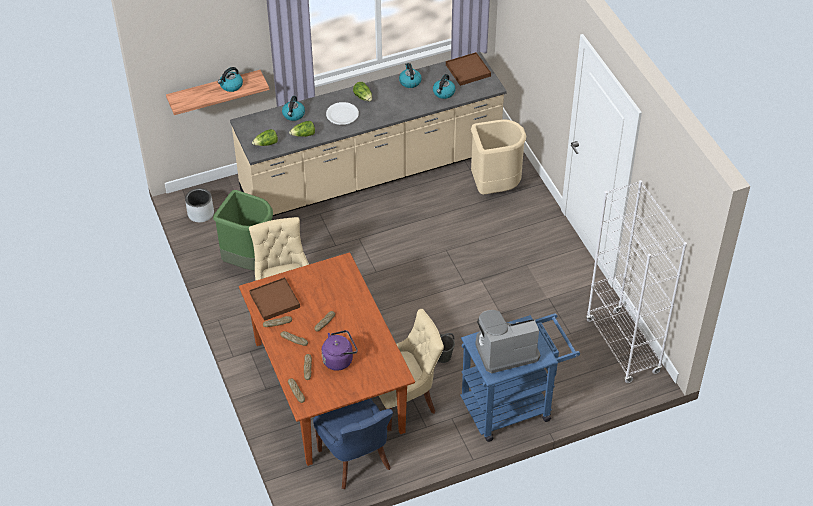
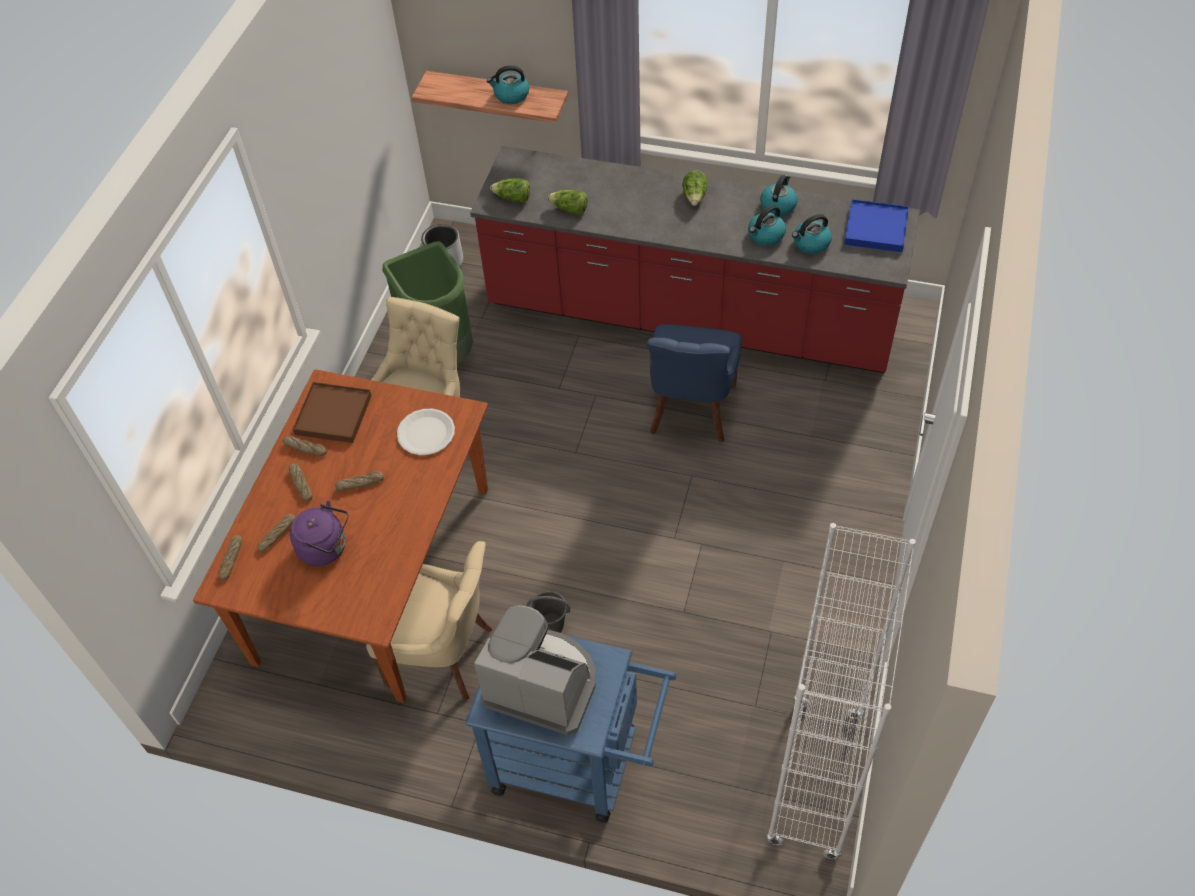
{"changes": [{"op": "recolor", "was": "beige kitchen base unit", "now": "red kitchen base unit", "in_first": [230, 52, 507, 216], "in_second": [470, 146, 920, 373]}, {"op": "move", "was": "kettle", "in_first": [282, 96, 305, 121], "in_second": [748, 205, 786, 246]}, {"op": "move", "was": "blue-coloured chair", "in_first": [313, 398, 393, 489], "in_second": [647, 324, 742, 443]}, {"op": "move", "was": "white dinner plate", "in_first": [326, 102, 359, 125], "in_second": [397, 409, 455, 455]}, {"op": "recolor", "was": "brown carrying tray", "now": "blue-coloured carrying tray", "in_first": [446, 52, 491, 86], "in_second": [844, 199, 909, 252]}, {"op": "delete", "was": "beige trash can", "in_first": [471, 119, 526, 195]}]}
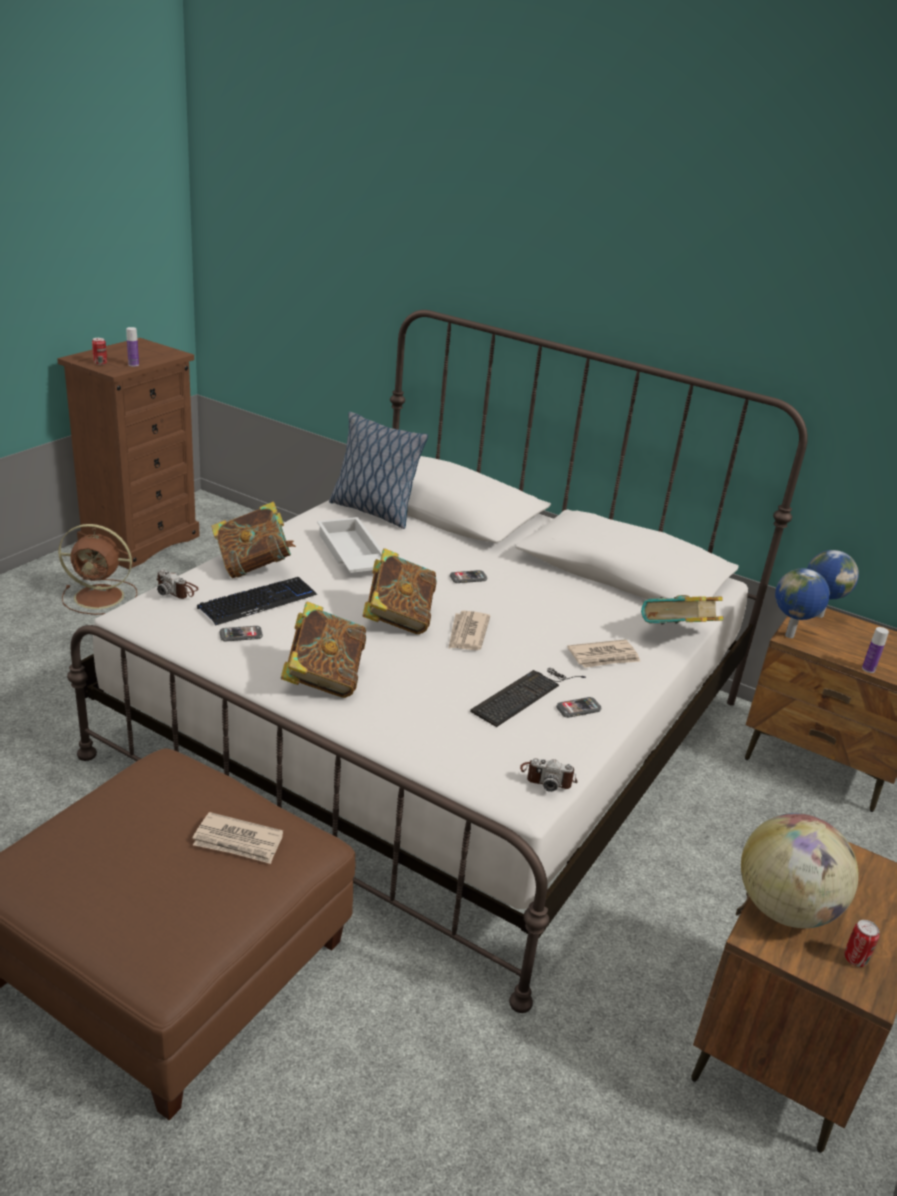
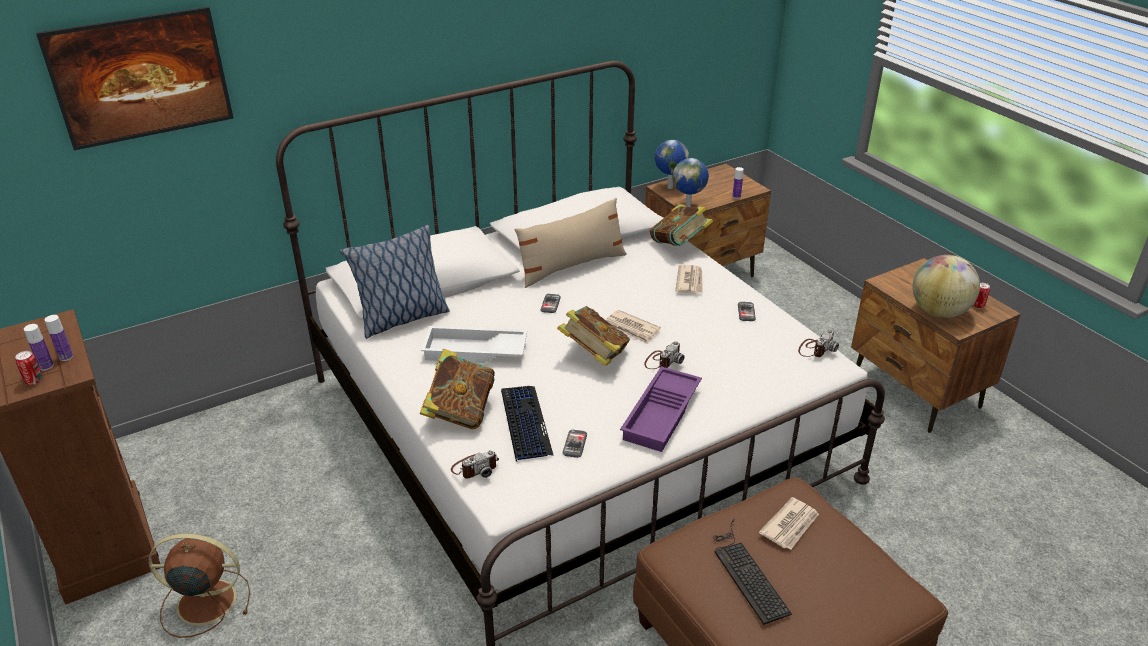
{"changes": [{"op": "rotate", "was": "brown cooling fan", "in_first": [58, 524, 137, 615], "in_second": [149, 534, 250, 638], "clockwise": -120}, {"op": "replace", "was": "volume", "now": "purple-coloured carrying tray", "in_first": [280, 601, 366, 698], "in_second": [620, 366, 702, 452]}, {"op": "move", "was": "keyboard", "in_first": [470, 668, 586, 727], "in_second": [713, 519, 792, 625]}, {"op": "insert", "now": "beverage bottle", "in_second": [24, 324, 54, 371]}, {"op": "insert", "now": "wall picture", "in_second": [36, 7, 234, 150]}, {"op": "insert", "now": "beige pillow", "in_second": [515, 198, 627, 288]}, {"op": "insert", "now": "photo camera", "in_second": [644, 341, 684, 369]}]}
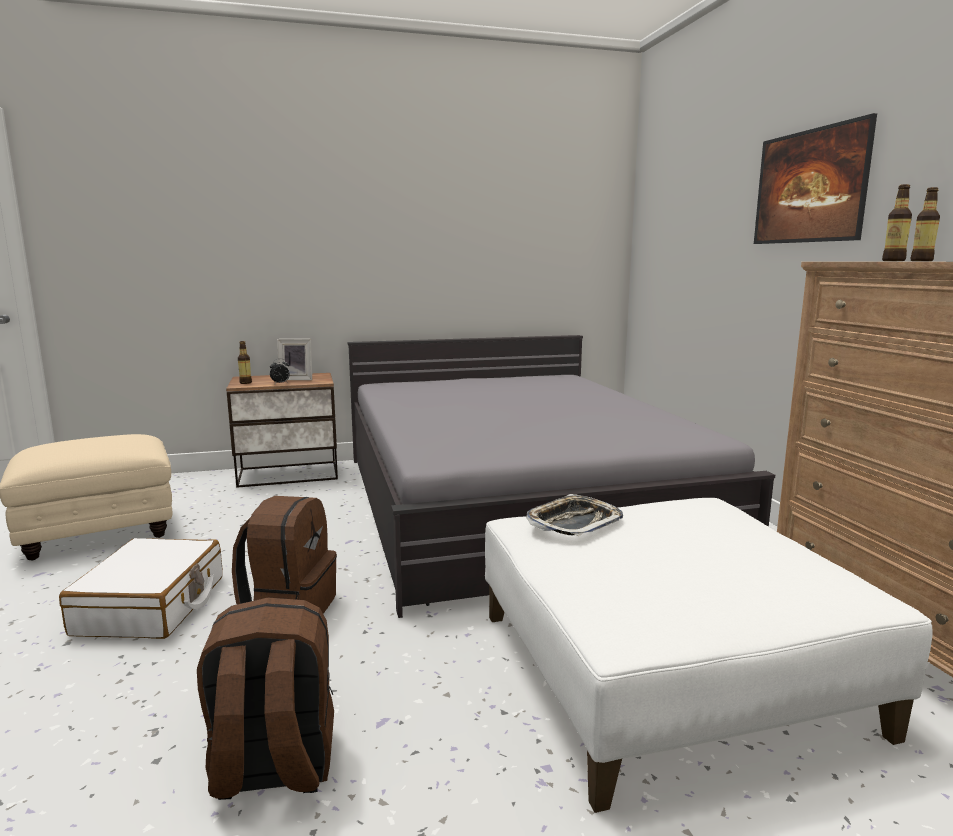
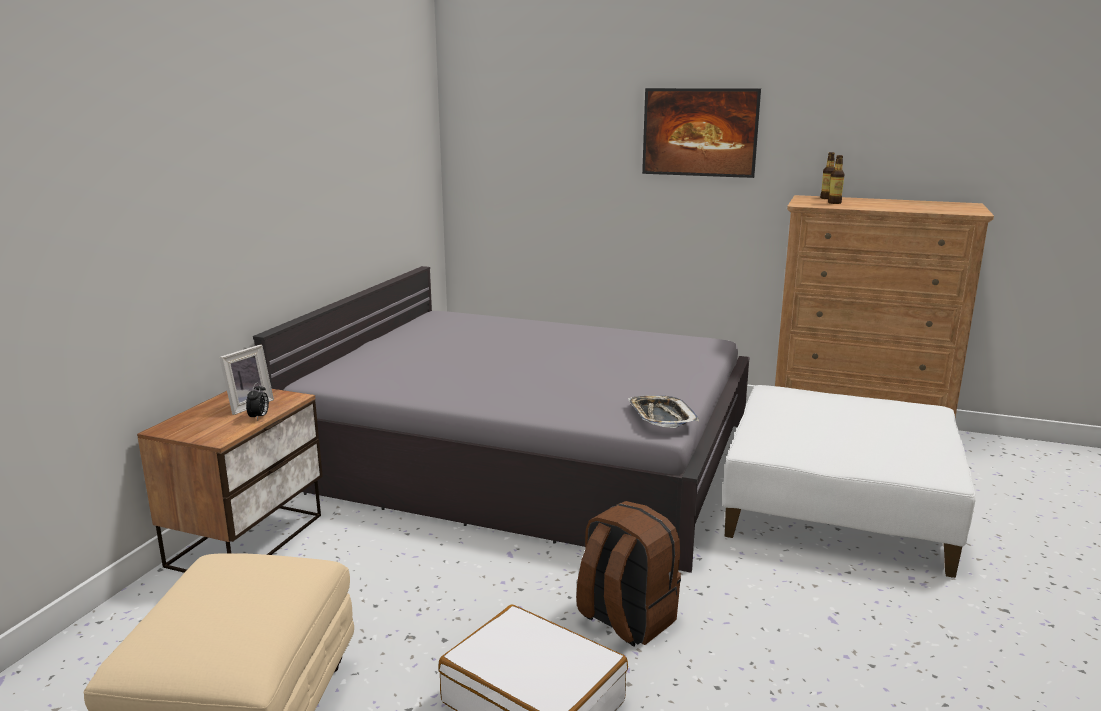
{"changes": [{"op": "delete", "was": "brown rucksack", "in_first": [197, 598, 334, 800]}, {"op": "delete", "was": "beverage bottle", "in_first": [238, 341, 252, 384]}, {"op": "move", "was": "carrying tray", "in_first": [526, 494, 623, 536], "in_second": [628, 395, 699, 428]}]}
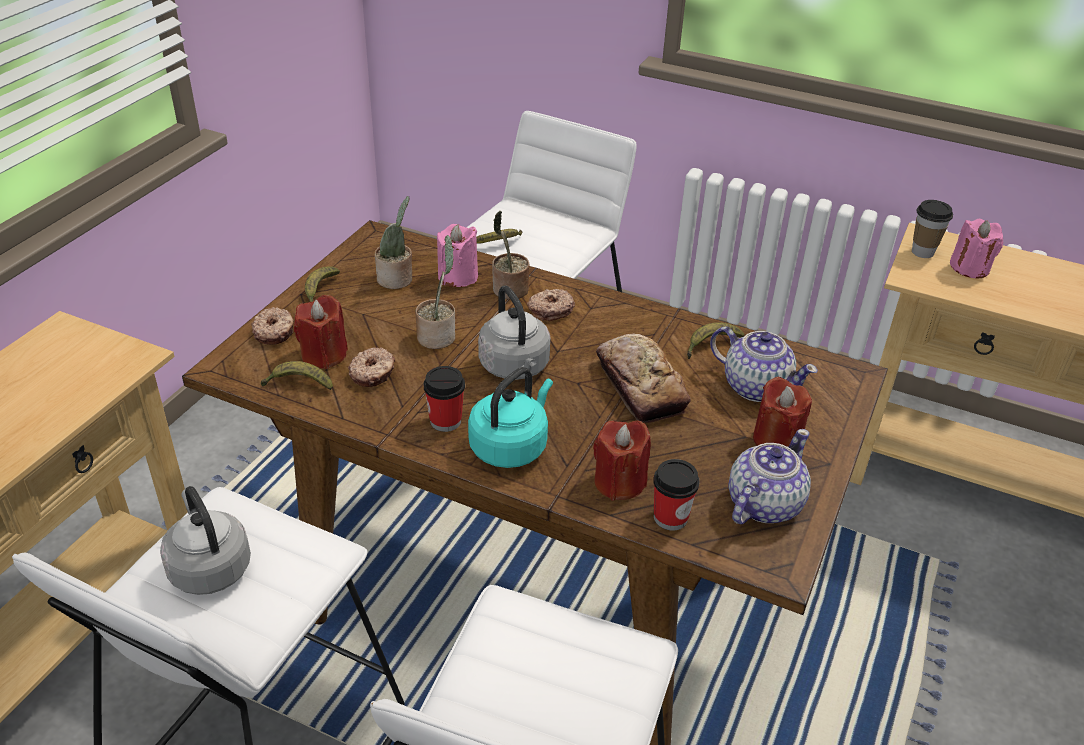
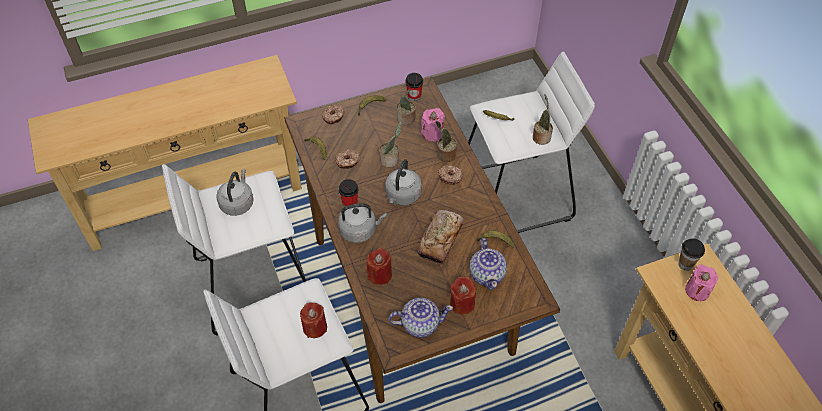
{"changes": [{"op": "move", "was": "red wax light", "in_first": [294, 295, 348, 369], "in_second": [300, 302, 327, 338]}, {"op": "recolor", "was": "turquoise kettle", "now": "greyish kettle", "in_first": [468, 367, 553, 468], "in_second": [338, 203, 387, 243]}, {"op": "move", "was": "small cup", "in_first": [653, 459, 700, 531], "in_second": [405, 73, 423, 101]}, {"op": "insert", "now": "potted plant", "in_second": [533, 94, 553, 145]}]}
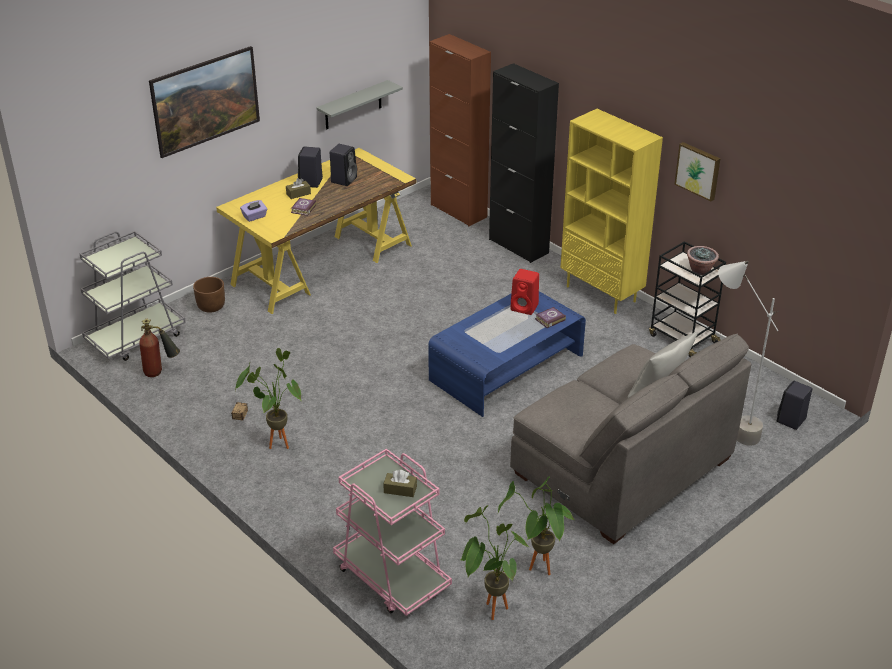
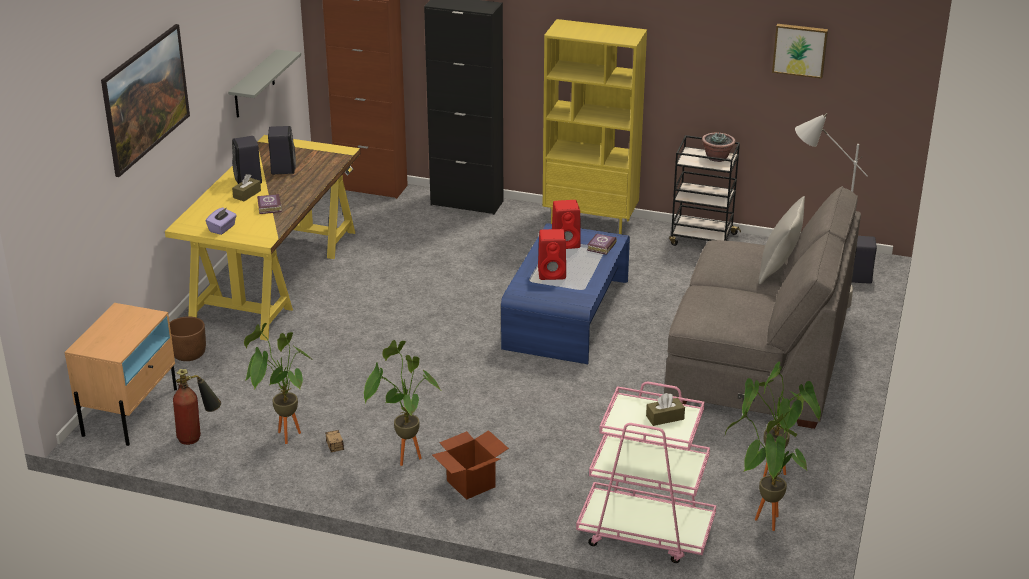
{"changes": [{"op": "replace", "was": "greyish wheeled cart", "now": "beige night table", "in_first": [80, 231, 186, 361], "in_second": [65, 303, 177, 446]}, {"op": "move", "was": "wall picture", "in_first": [674, 142, 721, 201], "in_second": [772, 24, 828, 79]}, {"op": "insert", "now": "potted plant", "in_second": [244, 323, 314, 444]}, {"op": "insert", "now": "carton", "in_second": [432, 430, 509, 500]}, {"op": "insert", "now": "red loudspeaker", "in_second": [538, 229, 566, 280]}]}
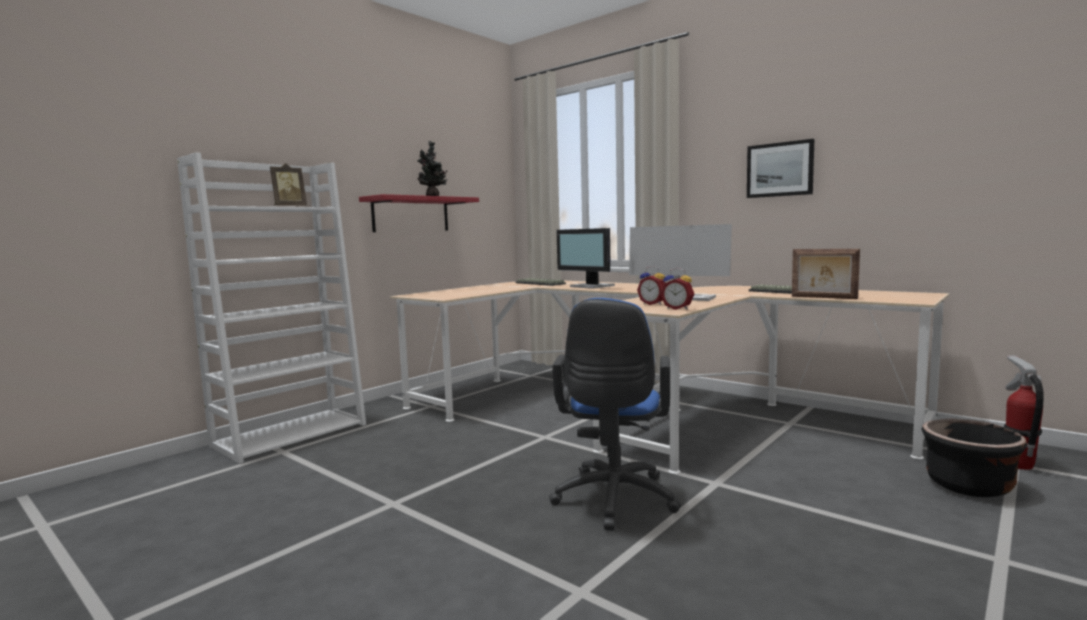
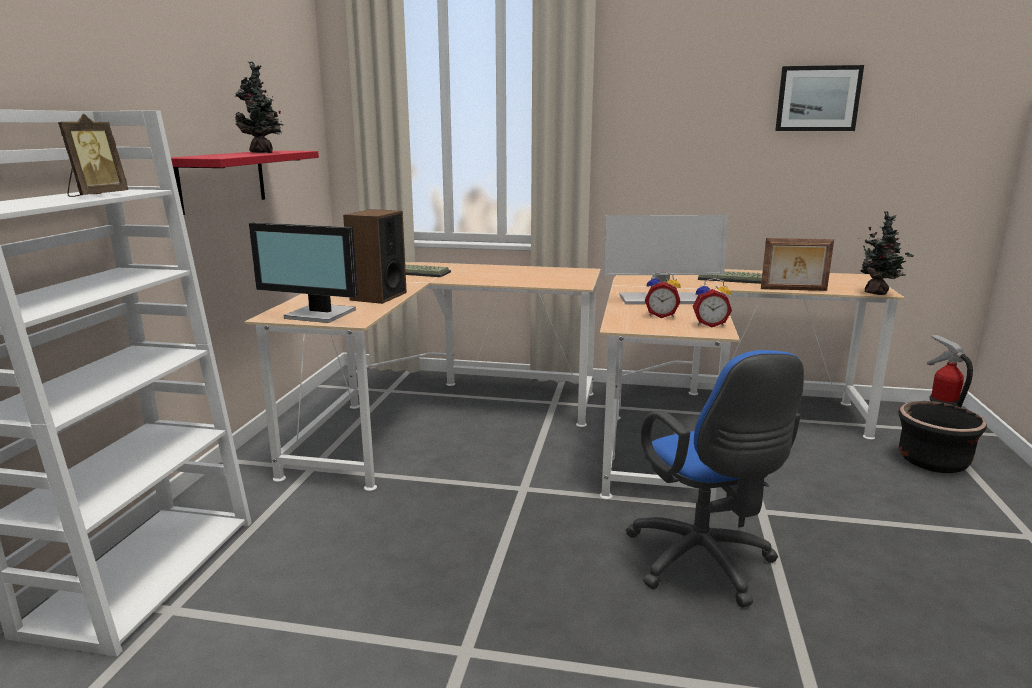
{"changes": [{"op": "move", "was": "computer screen", "in_first": [556, 228, 615, 289], "in_second": [249, 222, 357, 323]}, {"op": "move", "was": "wall picture", "in_first": [747, 139, 814, 198], "in_second": [775, 65, 864, 131]}, {"op": "insert", "now": "loudspeaker", "in_second": [343, 209, 407, 304]}, {"op": "insert", "now": "potted plant", "in_second": [858, 211, 914, 295]}]}
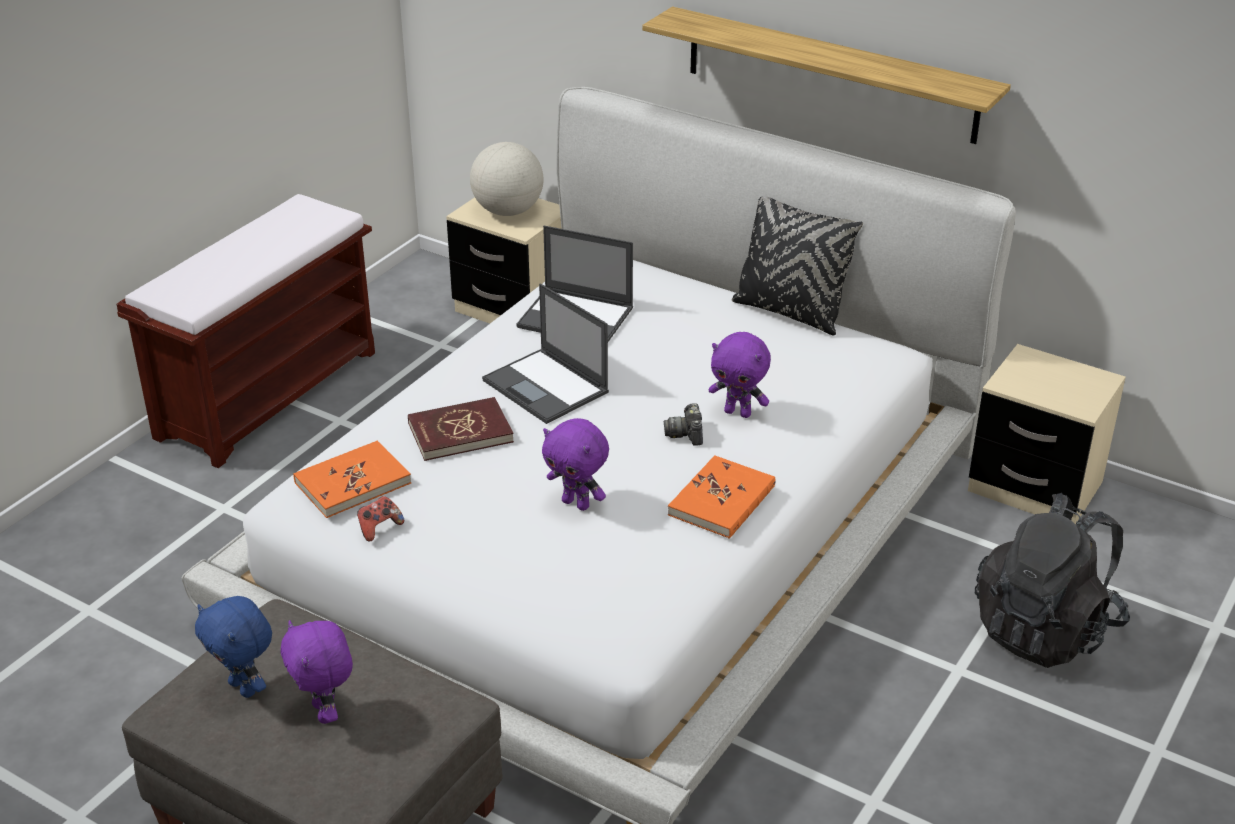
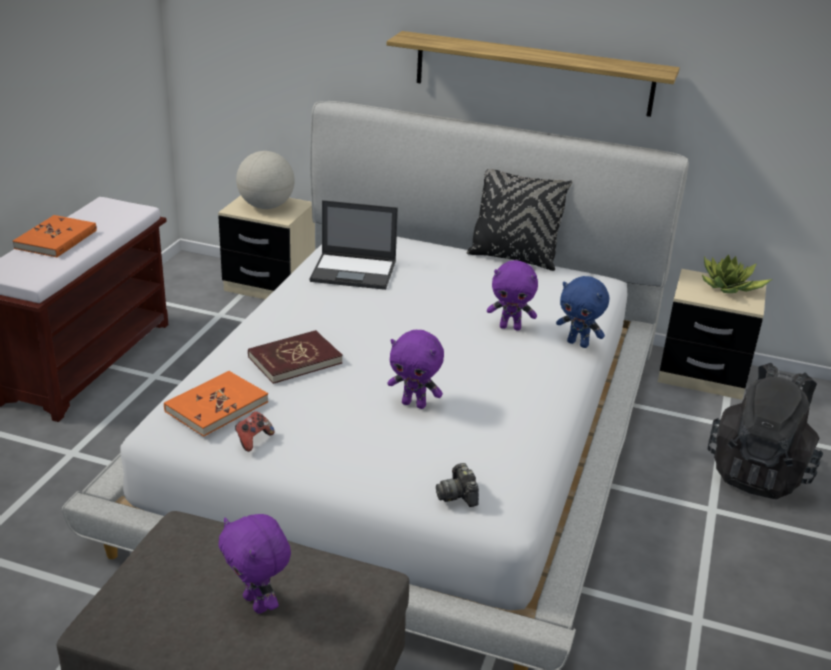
{"changes": [{"op": "move", "was": "blue-coloured cuddly toy", "in_first": [195, 596, 272, 698], "in_second": [556, 276, 609, 348]}, {"op": "delete", "was": "notebook computer", "in_first": [482, 284, 609, 424]}, {"op": "move", "was": "photo camera", "in_first": [664, 403, 703, 446], "in_second": [436, 463, 479, 507]}, {"op": "move", "was": "orangey volume", "in_first": [668, 455, 776, 539], "in_second": [13, 215, 97, 258]}, {"op": "insert", "now": "potted plant", "in_second": [702, 254, 772, 293]}]}
